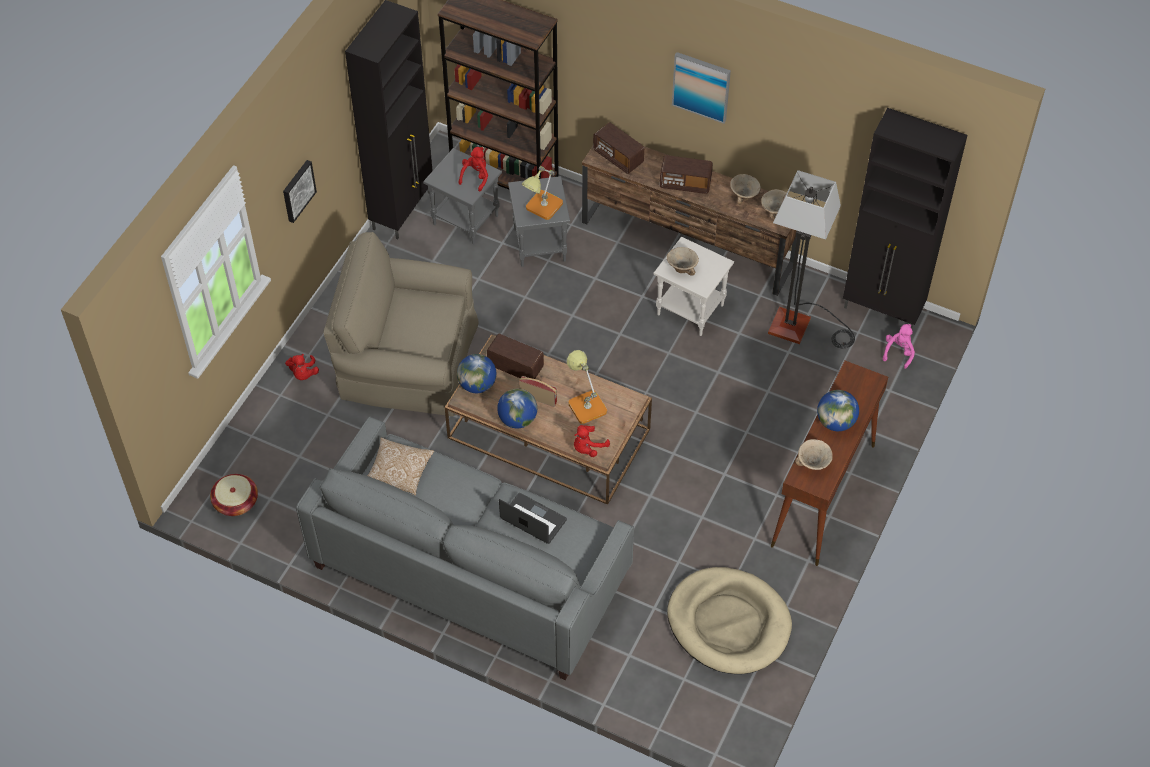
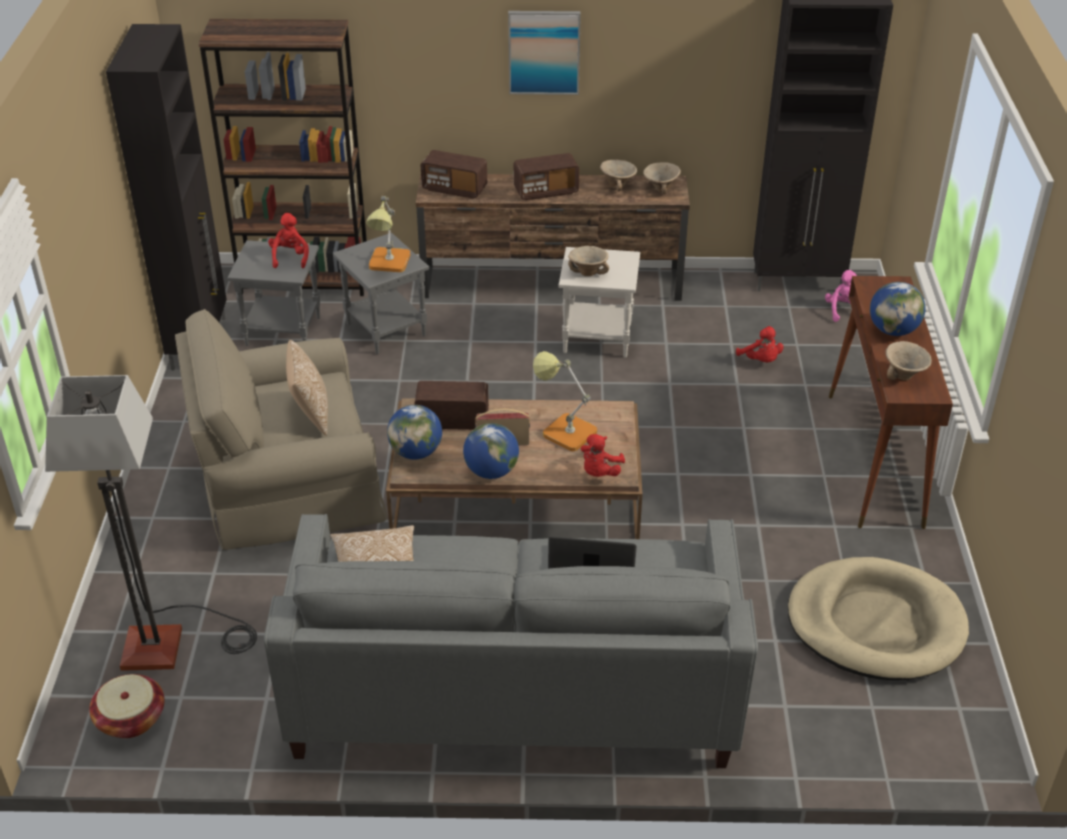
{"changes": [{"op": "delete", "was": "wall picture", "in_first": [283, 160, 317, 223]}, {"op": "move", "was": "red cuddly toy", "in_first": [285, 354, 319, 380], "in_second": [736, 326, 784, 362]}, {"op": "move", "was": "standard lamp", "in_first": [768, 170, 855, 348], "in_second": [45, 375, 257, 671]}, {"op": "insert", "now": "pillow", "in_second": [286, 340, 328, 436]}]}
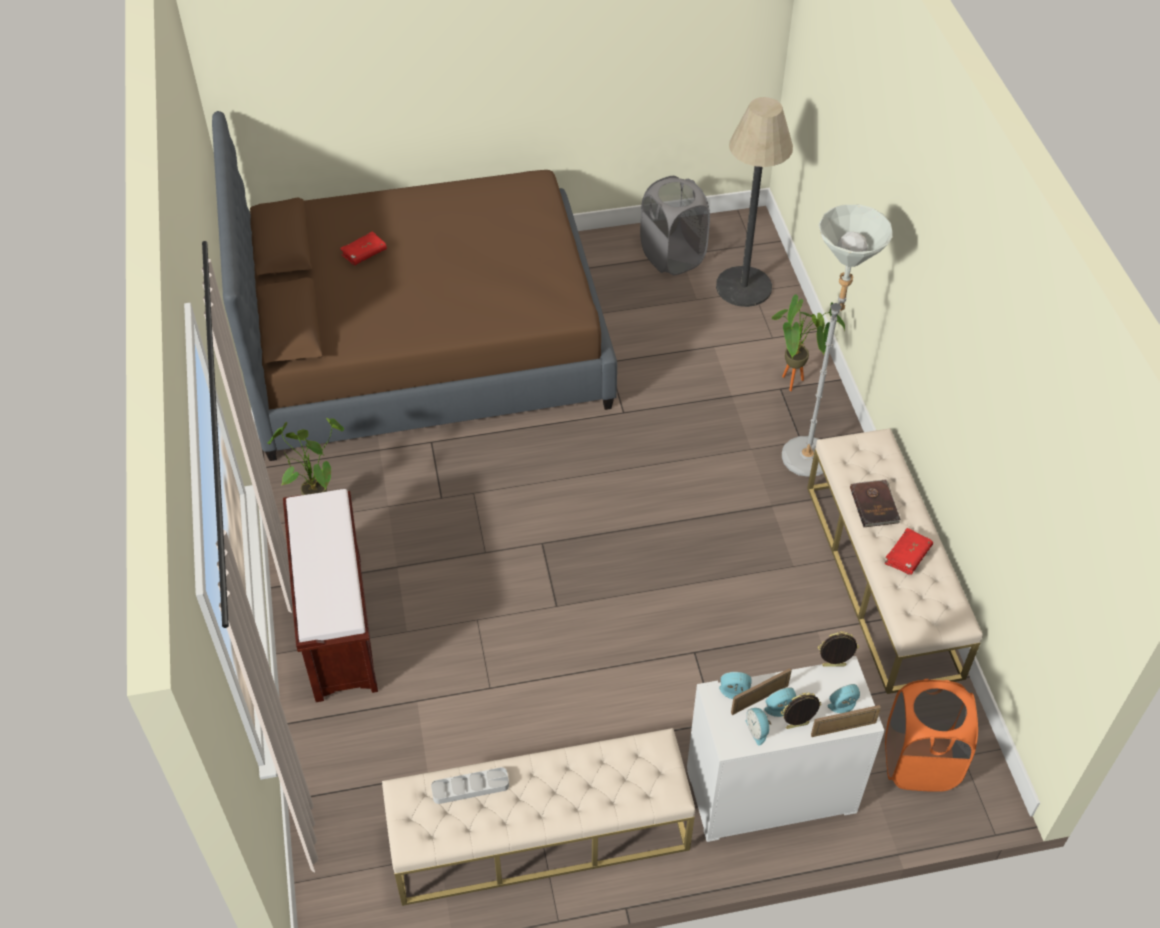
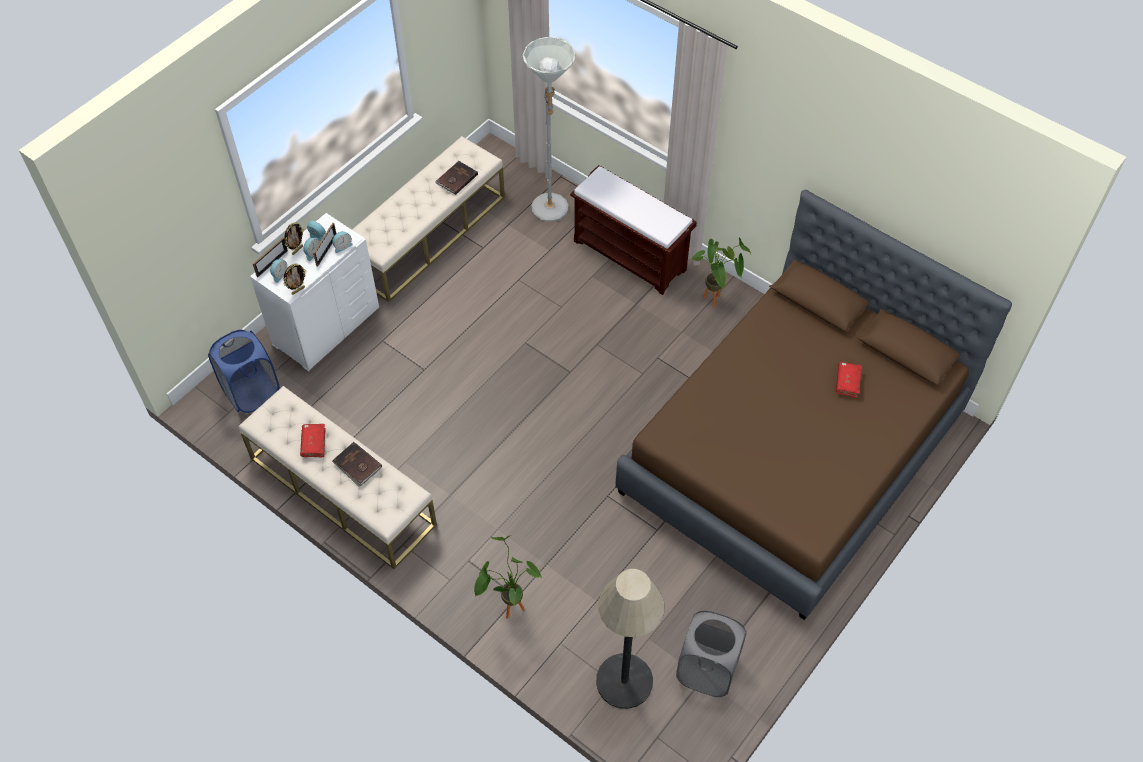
{"changes": [{"op": "replace", "was": "greyish carrying tray", "now": "brown volume", "in_first": [431, 767, 509, 804], "in_second": [435, 161, 478, 195]}, {"op": "move", "was": "greyish standard lamp", "in_first": [782, 205, 893, 477], "in_second": [523, 37, 575, 222]}, {"op": "recolor", "was": "orangey laundry basket", "now": "blue-coloured laundry basket", "in_first": [885, 679, 978, 792], "in_second": [208, 330, 280, 413]}]}
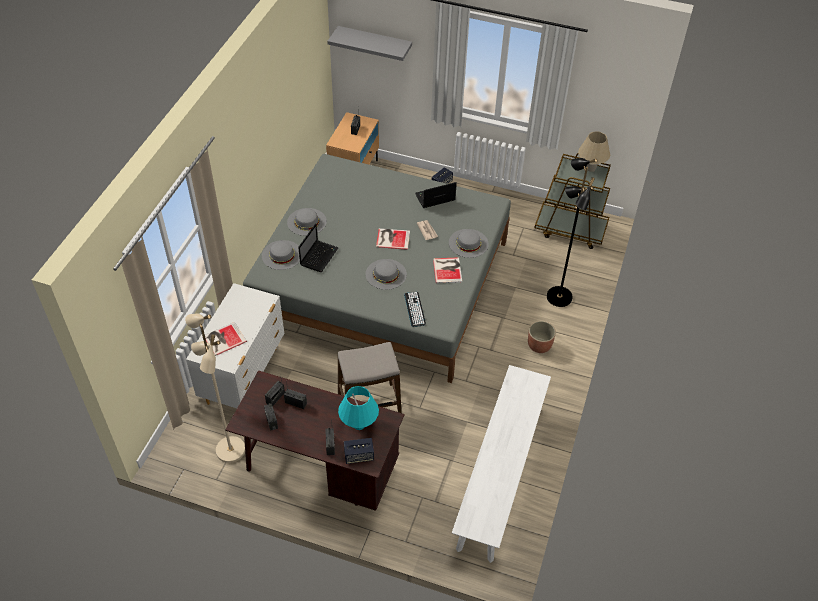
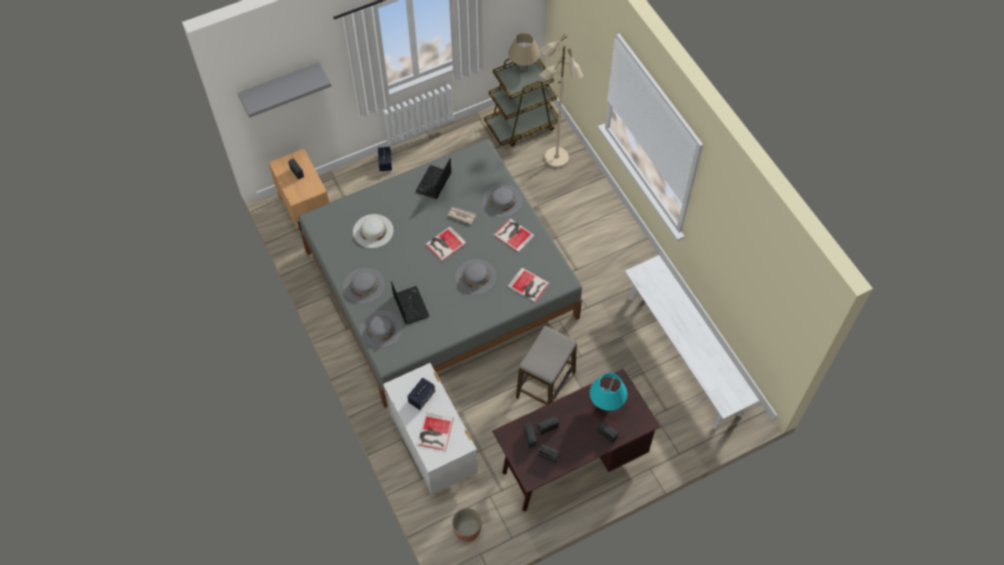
{"changes": [{"op": "move", "was": "beige standard lamp", "in_first": [185, 313, 245, 463], "in_second": [539, 34, 583, 168]}, {"op": "move", "was": "loudspeaker", "in_first": [344, 438, 374, 464], "in_second": [407, 378, 435, 410]}, {"op": "replace", "was": "keyboard", "now": "volume", "in_first": [404, 292, 426, 327], "in_second": [508, 267, 550, 302]}, {"op": "move", "was": "plant pot", "in_first": [528, 321, 556, 353], "in_second": [452, 508, 481, 542]}, {"op": "delete", "was": "black standard lamp", "in_first": [547, 158, 598, 307]}, {"op": "insert", "now": "white wearable hat", "in_second": [353, 214, 393, 248]}]}
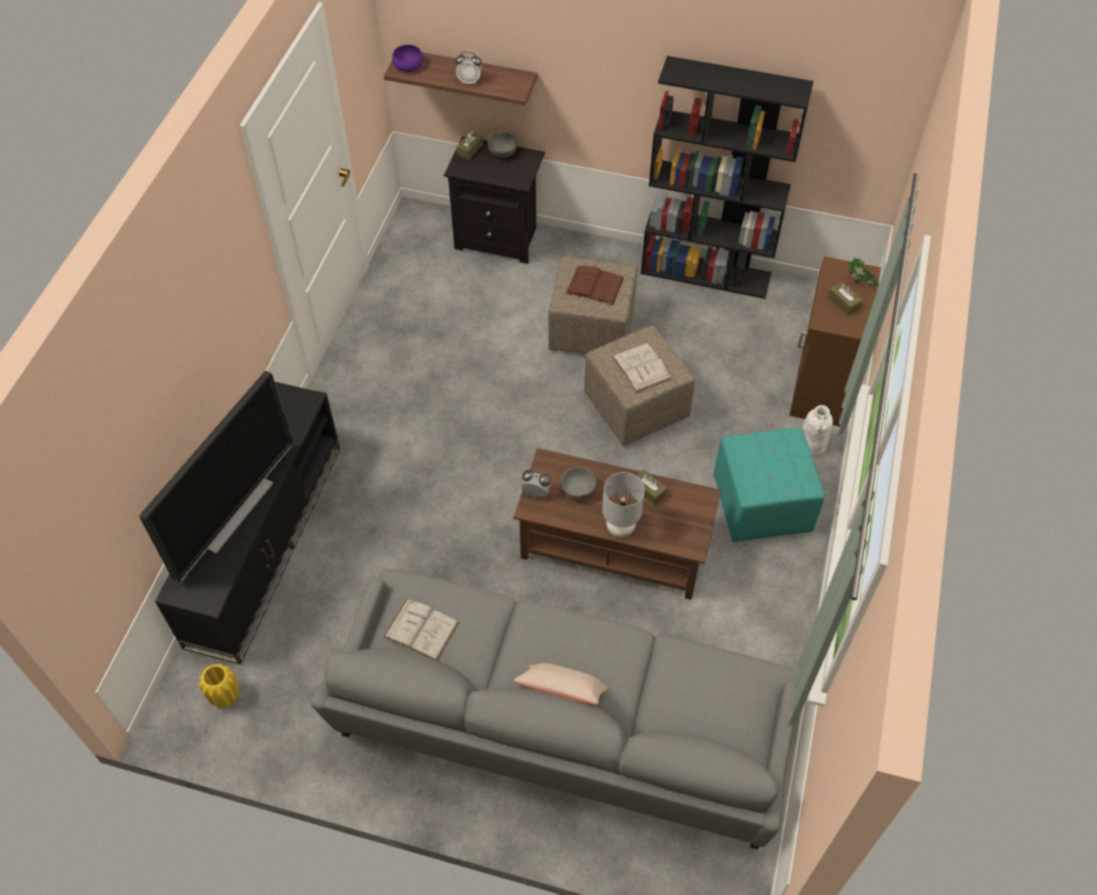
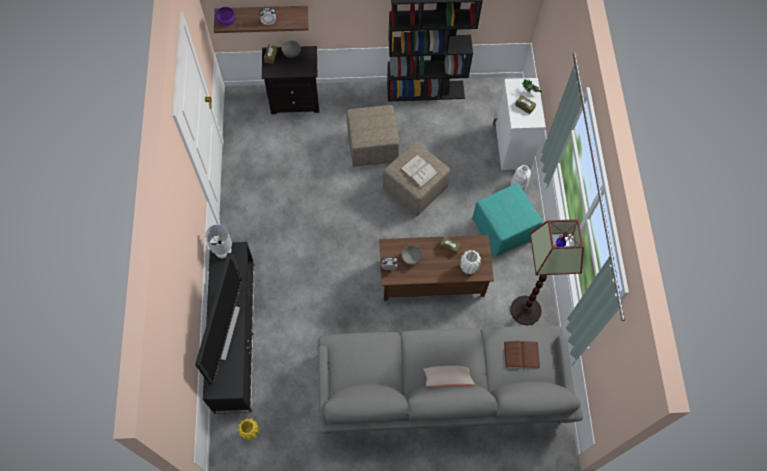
{"changes": [{"op": "delete", "was": "white volume", "in_first": [384, 599, 460, 661]}, {"op": "move", "was": "brown volume", "in_first": [566, 265, 624, 305], "in_second": [504, 341, 540, 368]}, {"op": "move", "was": "greyish lamp for a table", "in_first": [602, 472, 645, 538], "in_second": [205, 224, 232, 258]}, {"op": "recolor", "was": "brown cabinet", "now": "white cabinet", "in_first": [789, 256, 881, 427], "in_second": [493, 78, 546, 170]}, {"op": "insert", "now": "white decorative vase", "in_second": [460, 250, 481, 274]}, {"op": "insert", "now": "standard lamp", "in_second": [510, 219, 584, 325]}]}
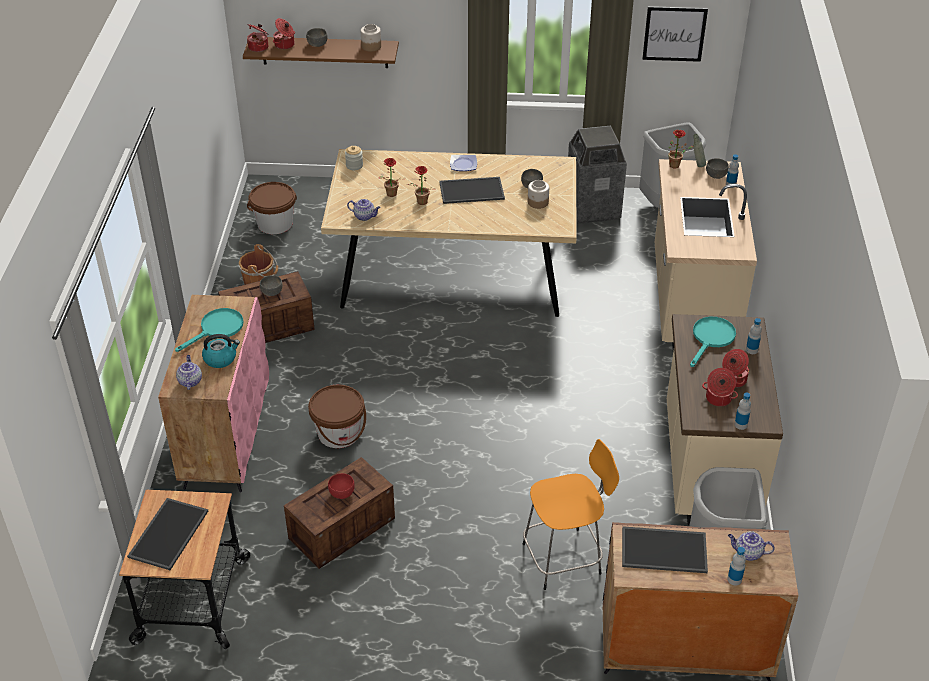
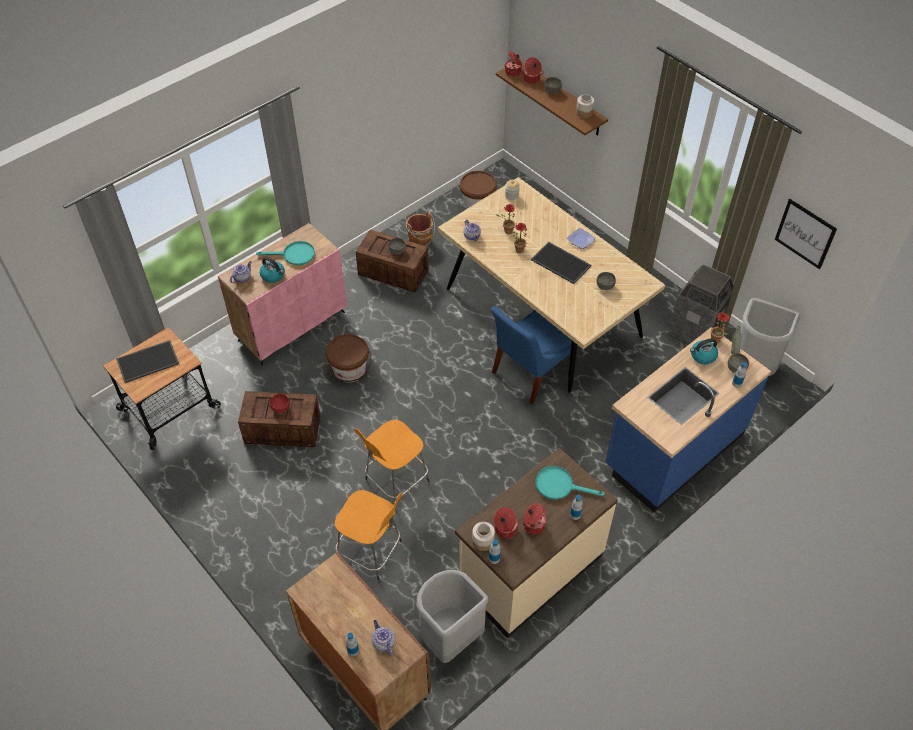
{"changes": [{"op": "move", "was": "storage jar", "in_first": [528, 180, 549, 209], "in_second": [472, 522, 495, 551]}, {"op": "delete", "was": "carrying tray", "in_first": [622, 526, 708, 573]}, {"op": "recolor", "was": "beige kitchen base unit", "now": "blue-coloured kitchen base unit", "in_first": [655, 159, 757, 351], "in_second": [605, 327, 771, 512]}, {"op": "rotate", "was": "turquoise frying pan", "in_first": [690, 317, 736, 367], "in_second": [535, 466, 605, 499], "clockwise": -150}, {"op": "insert", "now": "orangey stool seat", "in_second": [354, 420, 430, 503]}, {"op": "insert", "now": "blue-coloured chair", "in_second": [491, 306, 578, 405]}, {"op": "insert", "now": "kettle", "in_second": [690, 338, 718, 364]}]}
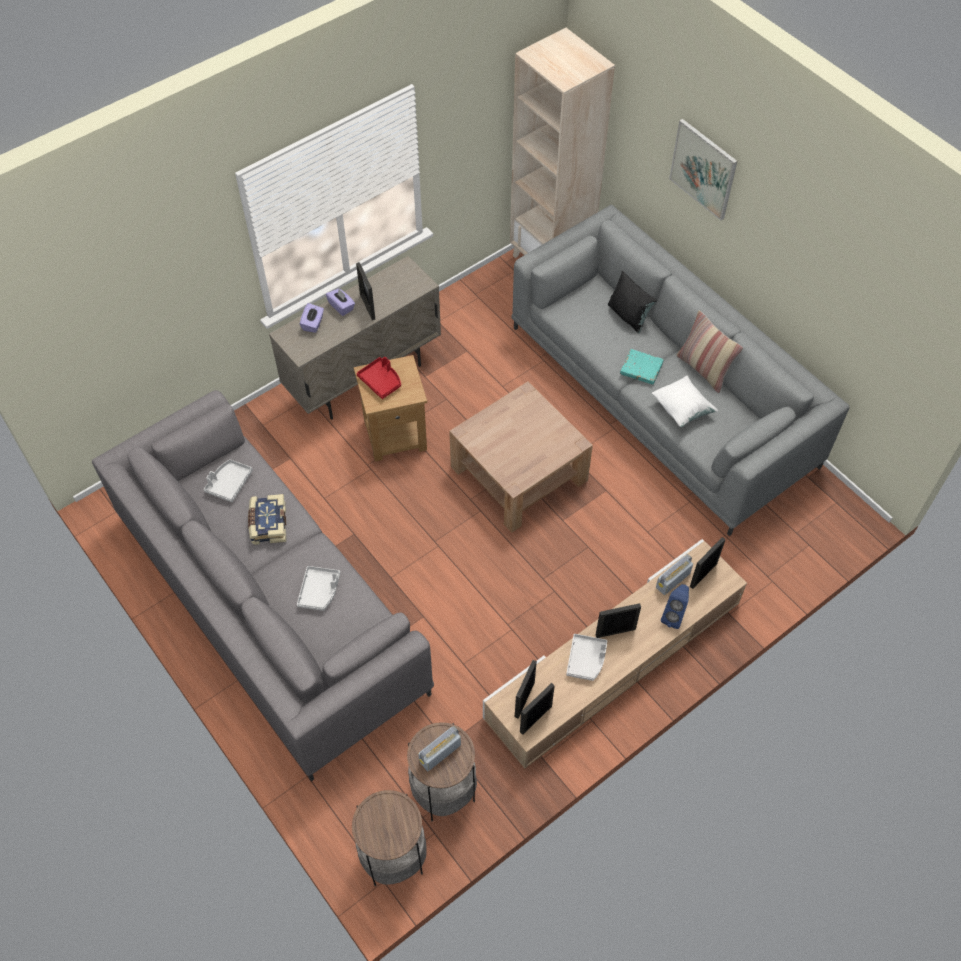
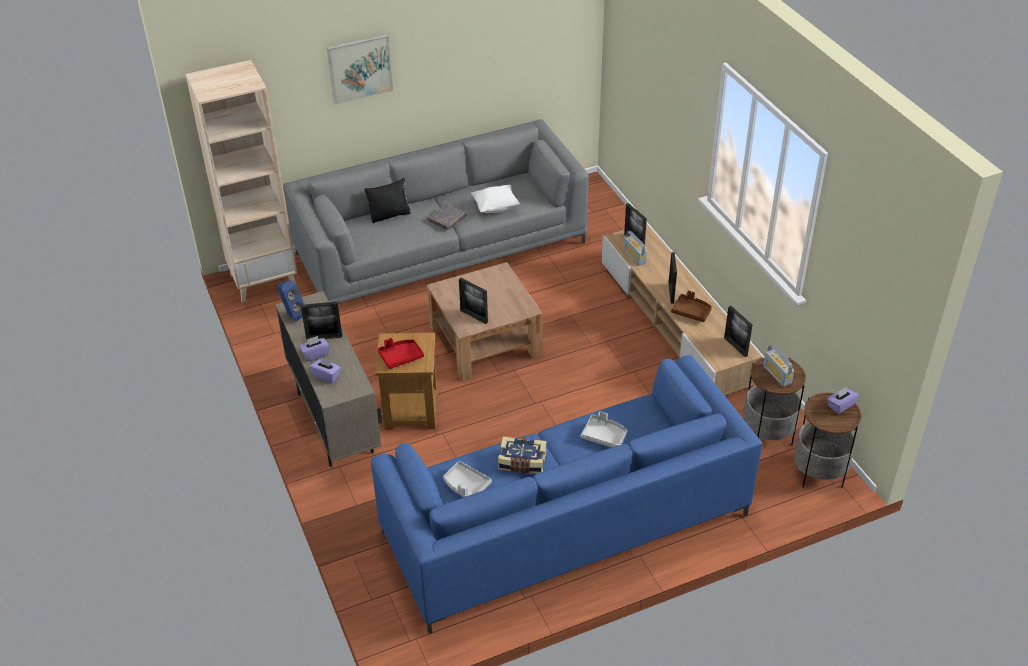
{"changes": [{"op": "recolor", "was": "greyish couch", "now": "blue-coloured couch", "in_first": [92, 390, 434, 781], "in_second": [371, 355, 762, 634]}, {"op": "move", "was": "standing frame", "in_first": [515, 660, 537, 719], "in_second": [459, 278, 488, 324]}, {"op": "recolor", "was": "greyish carrying tray", "now": "brown carrying tray", "in_first": [566, 634, 607, 681], "in_second": [671, 290, 712, 322]}, {"op": "recolor", "was": "turquoise volume", "now": "greyish volume", "in_first": [620, 349, 664, 385], "in_second": [428, 204, 467, 230]}, {"op": "move", "was": "blue-coloured loudspeaker", "in_first": [661, 584, 689, 629], "in_second": [277, 280, 305, 321]}, {"op": "delete", "was": "pillow", "in_first": [677, 310, 743, 393]}, {"op": "insert", "now": "purple-coloured box of tissues", "in_second": [827, 387, 859, 414]}]}
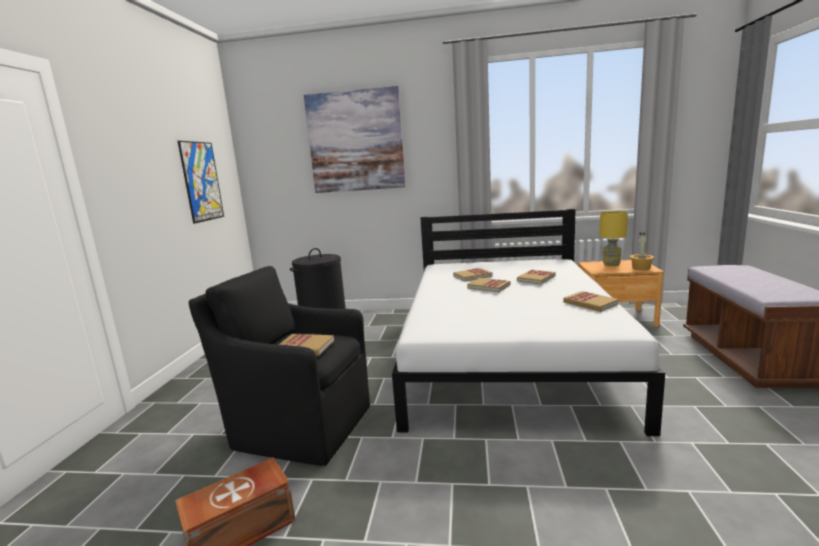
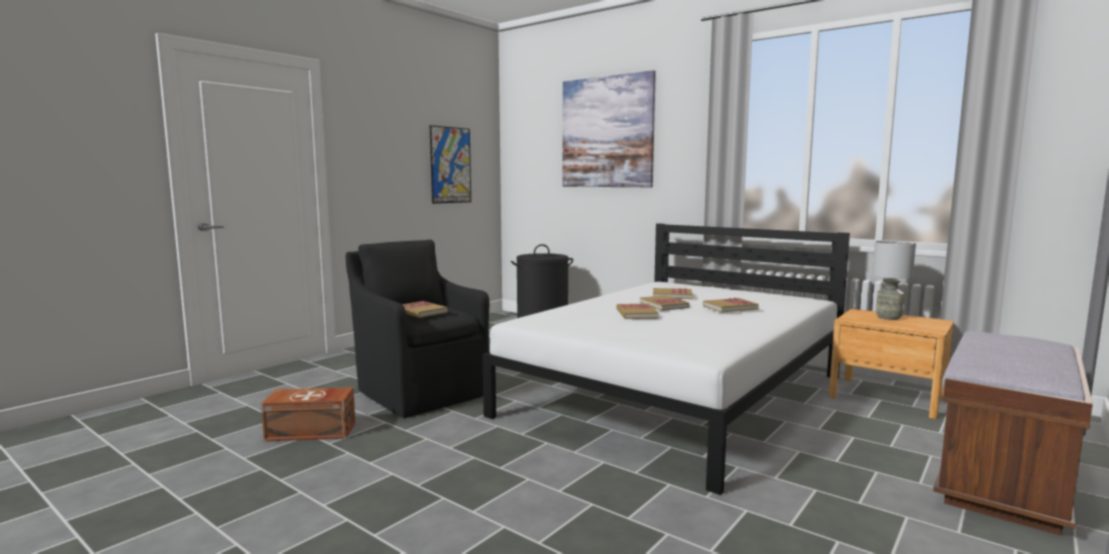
{"changes": [{"op": "move", "was": "volume", "in_first": [563, 291, 619, 312], "in_second": [617, 304, 659, 319]}, {"op": "recolor", "was": "yellow lamp for a table", "now": "greyish lamp for a table", "in_first": [599, 211, 628, 266], "in_second": [872, 241, 916, 320]}, {"op": "delete", "was": "potted plant", "in_first": [630, 233, 654, 270]}]}
